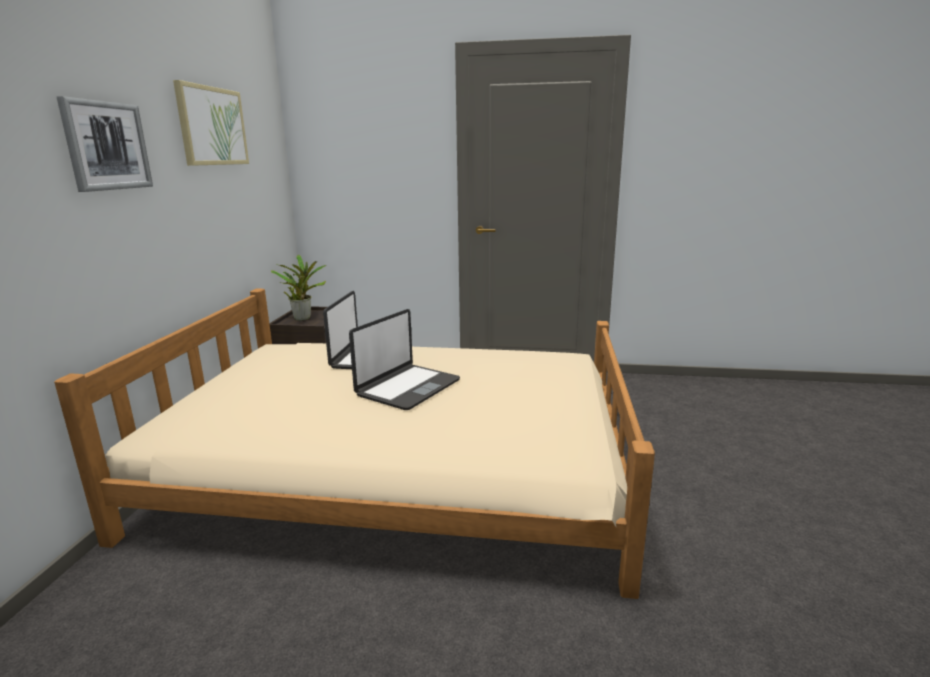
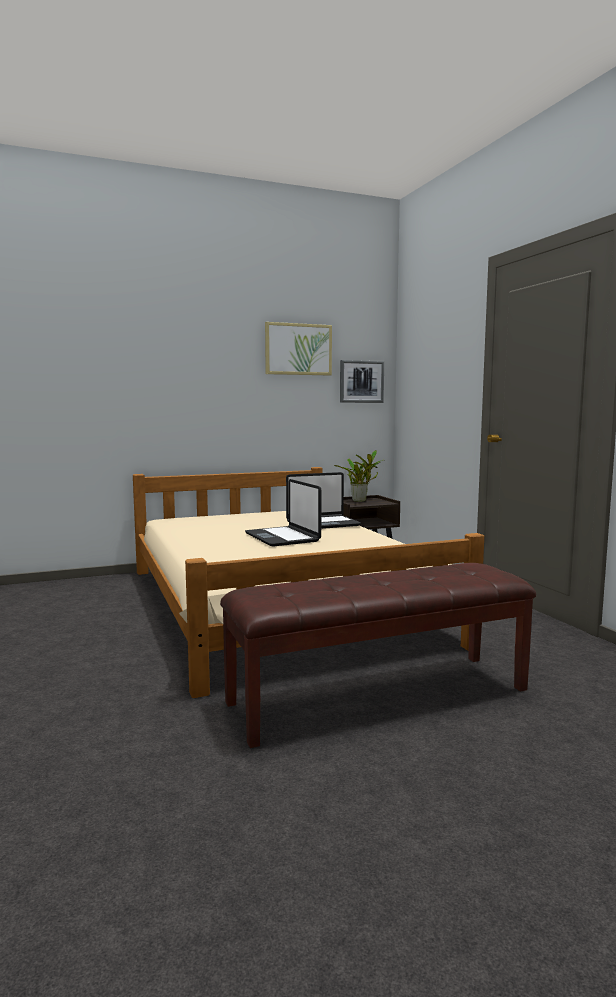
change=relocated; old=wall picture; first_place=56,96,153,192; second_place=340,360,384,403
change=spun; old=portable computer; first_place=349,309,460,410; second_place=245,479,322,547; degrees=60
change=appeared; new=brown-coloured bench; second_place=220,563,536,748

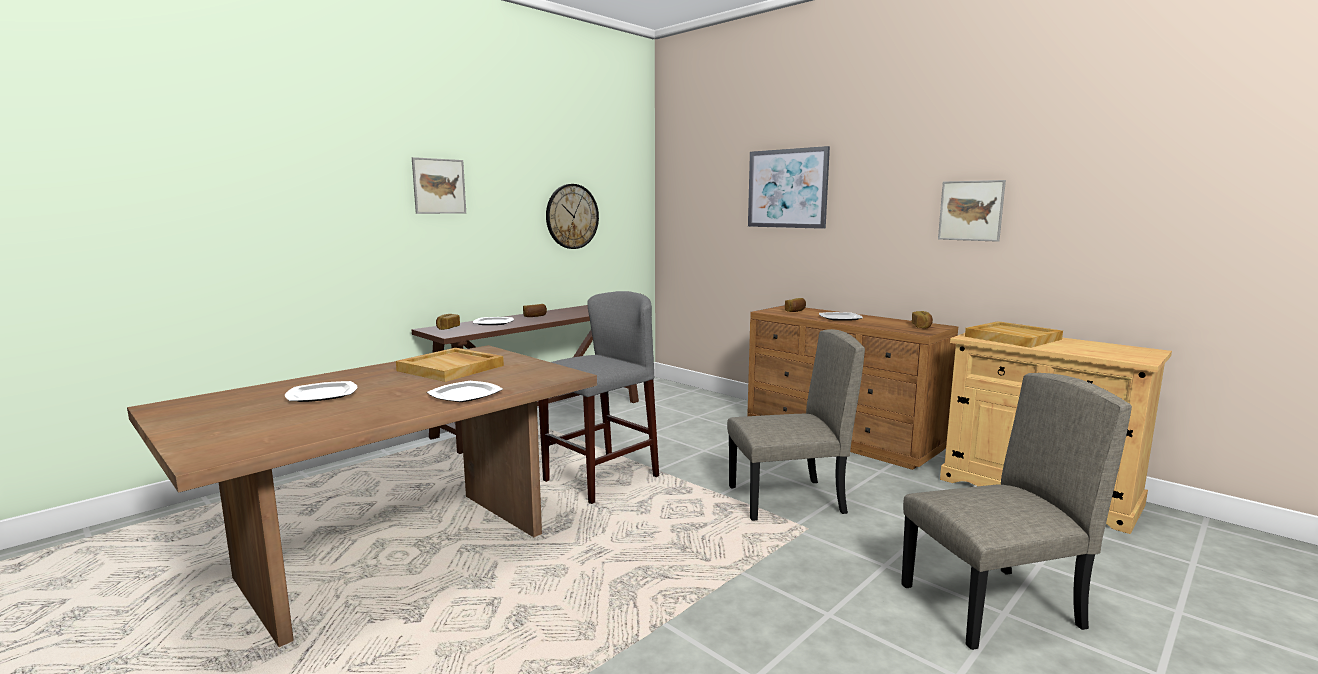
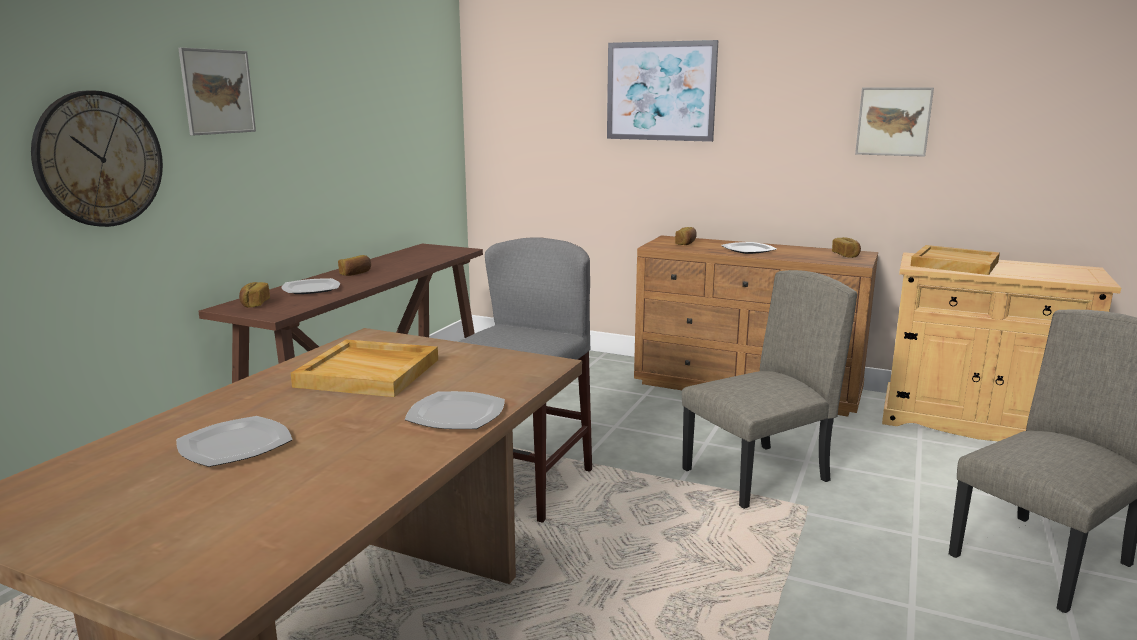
change=relocated; old=clock on the wall; first_place=546,184,599,249; second_place=31,90,163,227

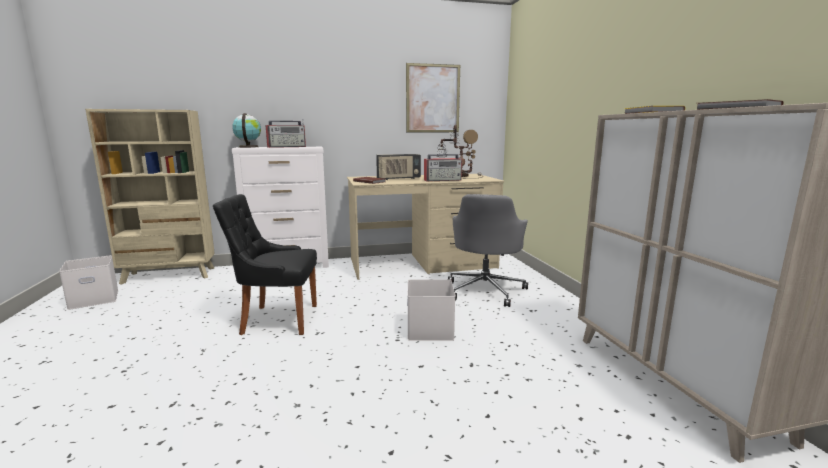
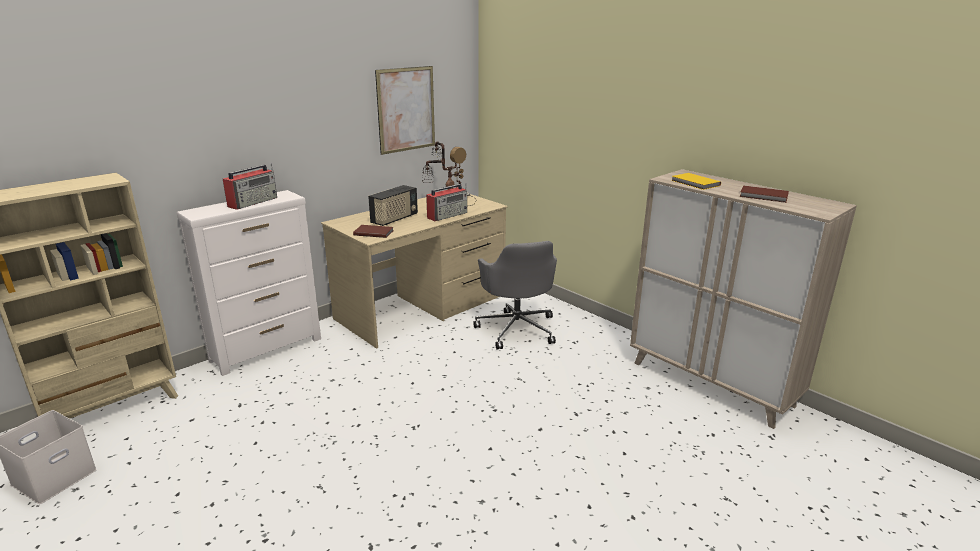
change=missing; old=black-coloured upright chair; first_place=213,194,317,335
change=missing; old=globe; first_place=232,113,261,148
change=missing; old=white-coloured storage bin; first_place=407,279,456,341

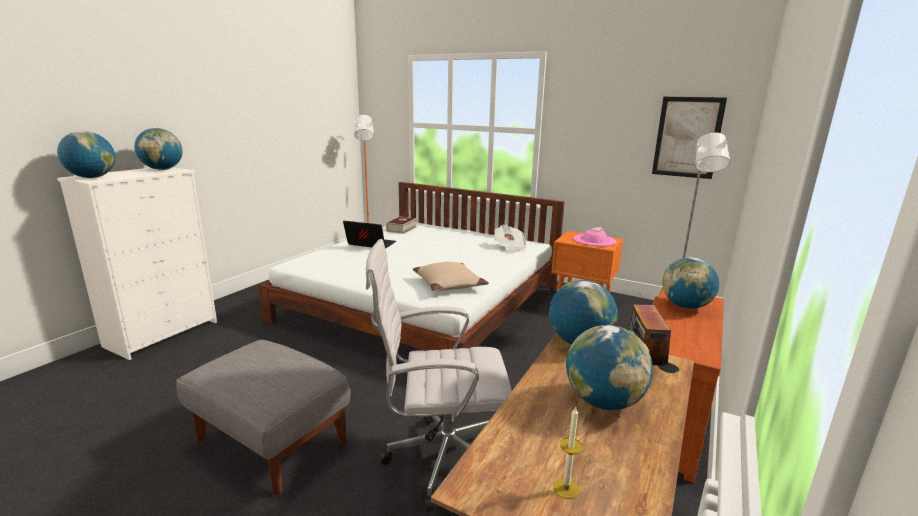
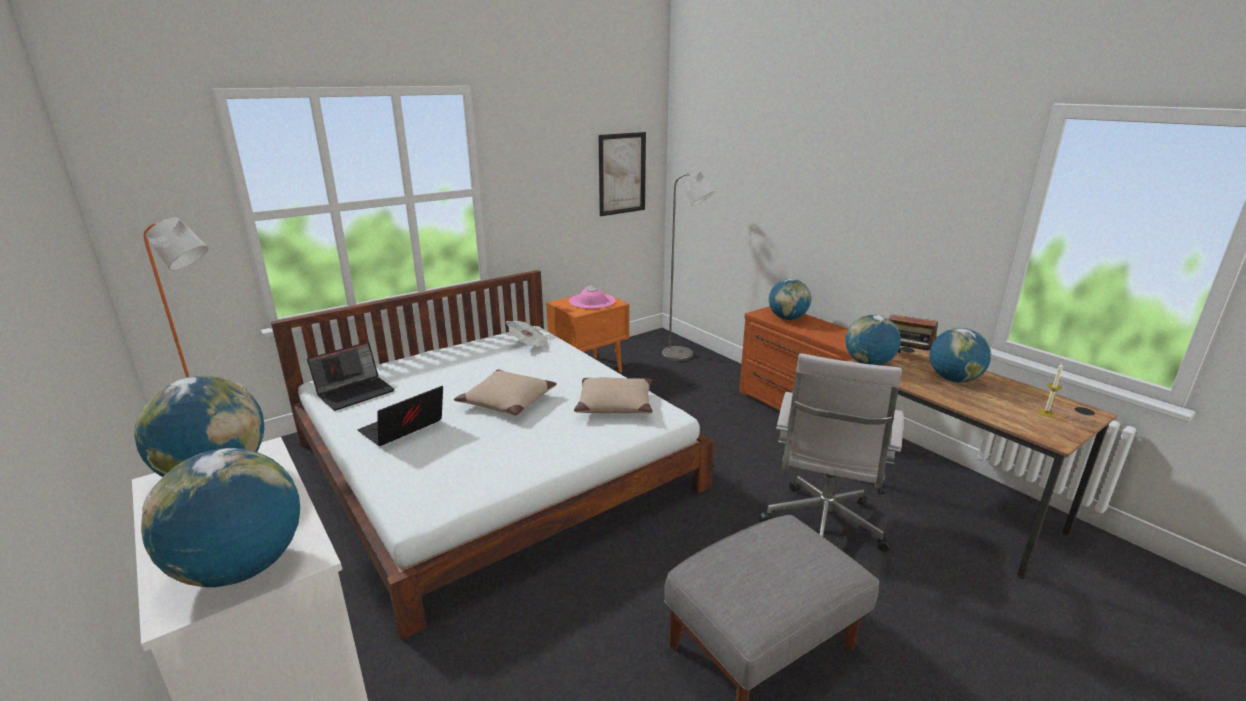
change=exchanged; old=volume; new=portable computer; first_place=386,216,417,234; second_place=307,342,395,411
change=appeared; new=sand-coloured cushion; second_place=454,369,557,416

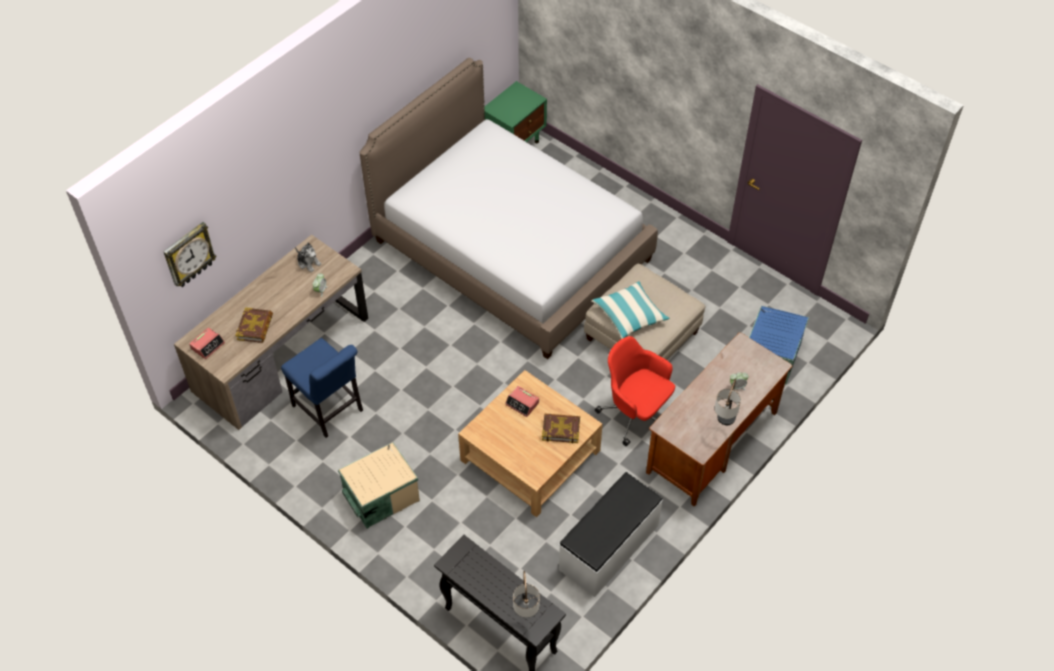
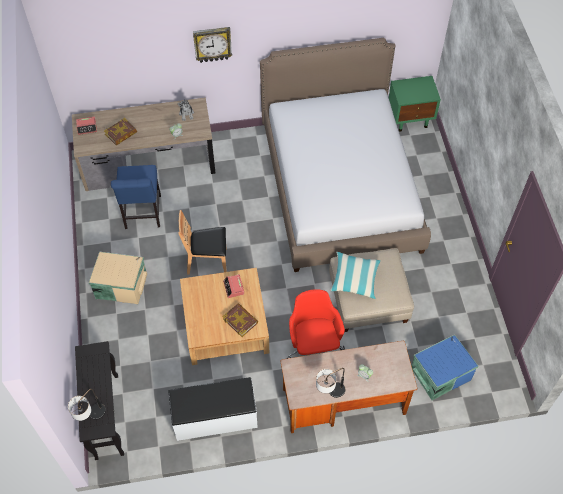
change=relocated; old=clock on the wall; first_place=163,222,217,287; second_place=193,27,232,63
change=appeared; new=brown-coloured upright chair; second_place=178,210,227,275

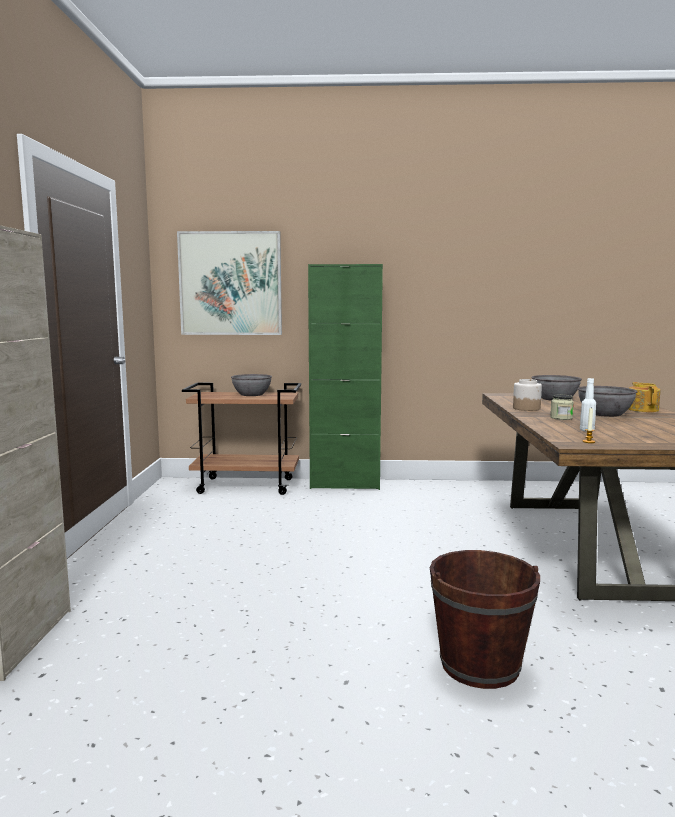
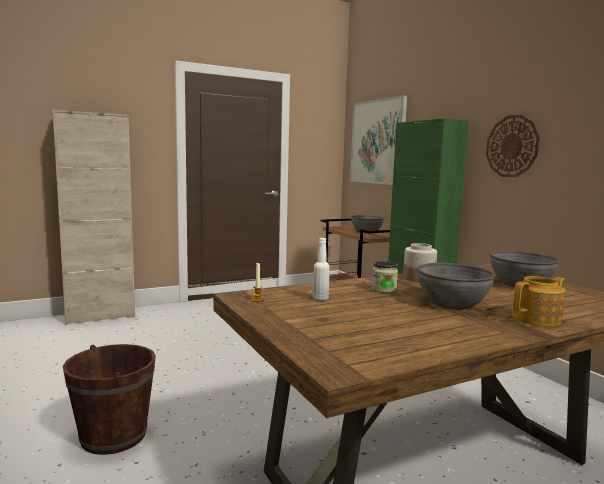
change=appeared; new=clock on the wall; second_place=486,115,540,177

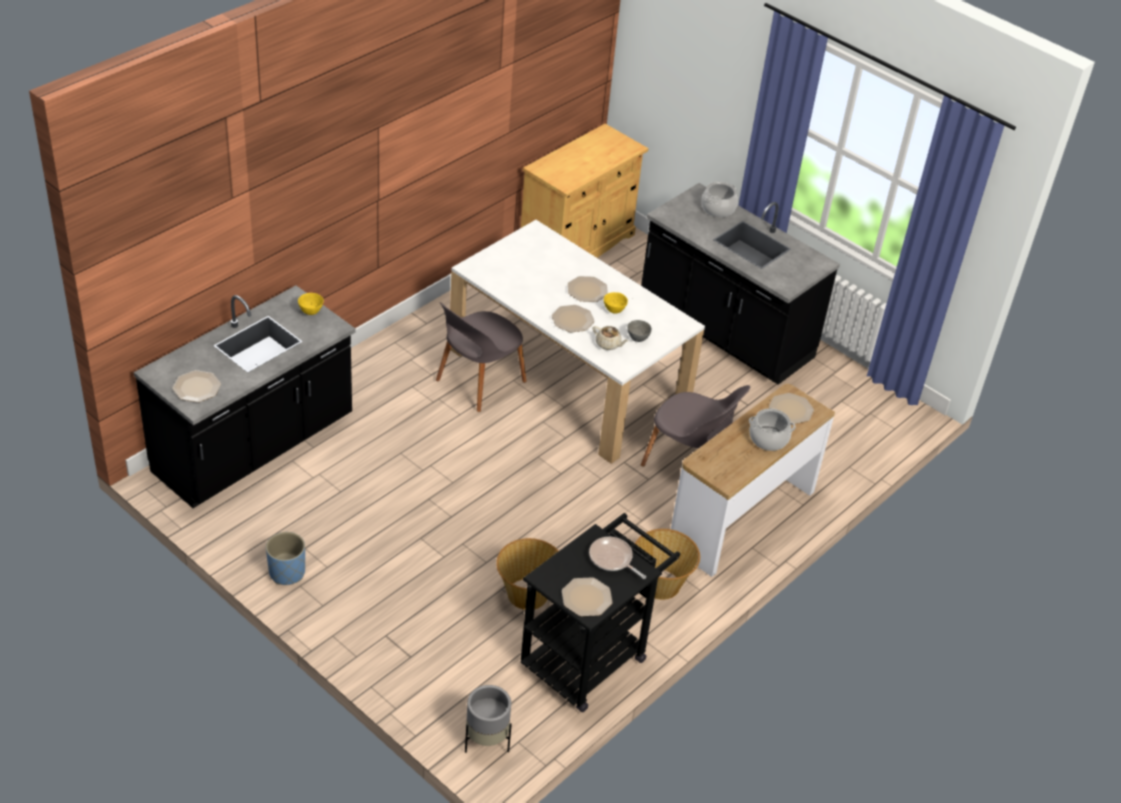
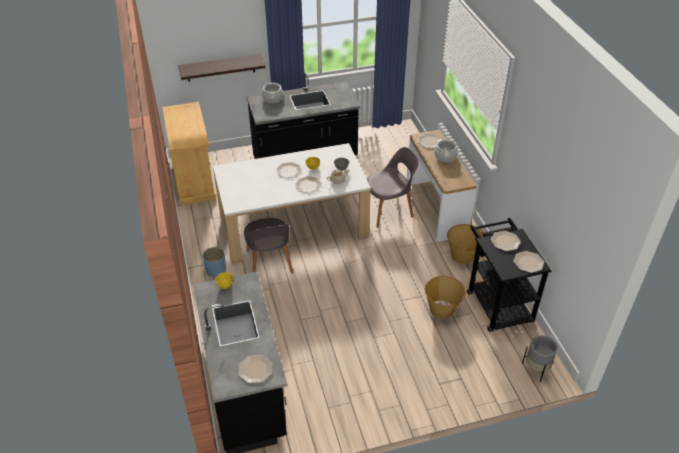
change=relocated; old=blue-coloured flower pot; first_place=266,532,305,585; second_place=202,247,226,277
change=exchanged; old=pan; new=plate; first_place=589,537,646,579; second_place=491,231,521,251
change=appeared; new=wall shelf; second_place=178,54,266,82

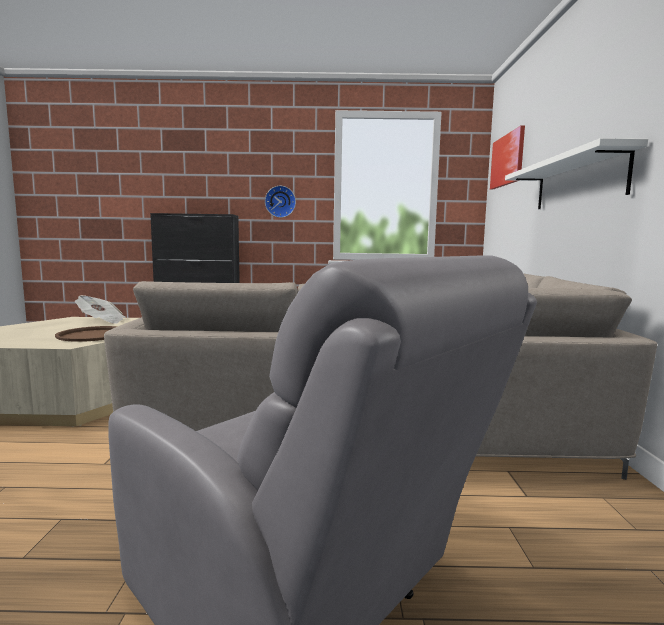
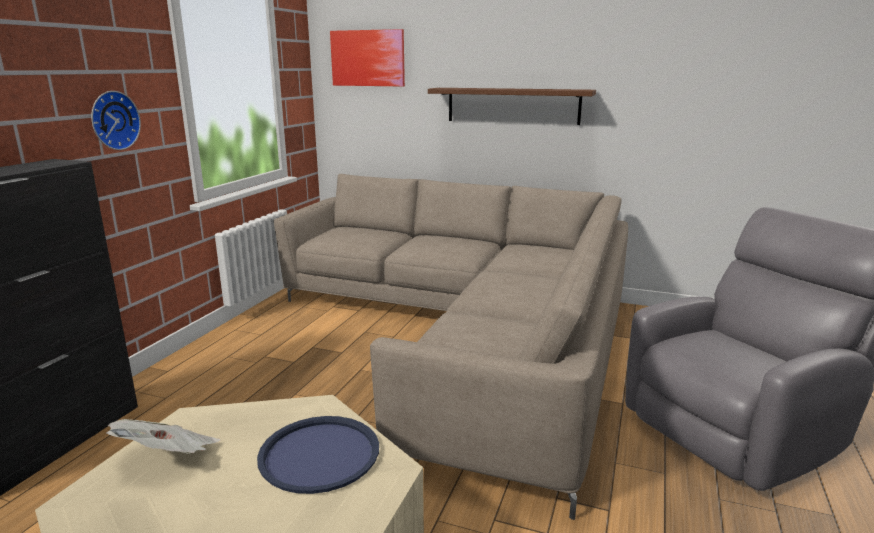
change=colour; old=brown-coloured serving tray; new=blue-coloured serving tray; first_place=55,326,118,342; second_place=257,416,379,494
change=colour; old=white-coloured wall shelf; new=brown-coloured wall shelf; first_place=505,138,648,209; second_place=428,88,596,125

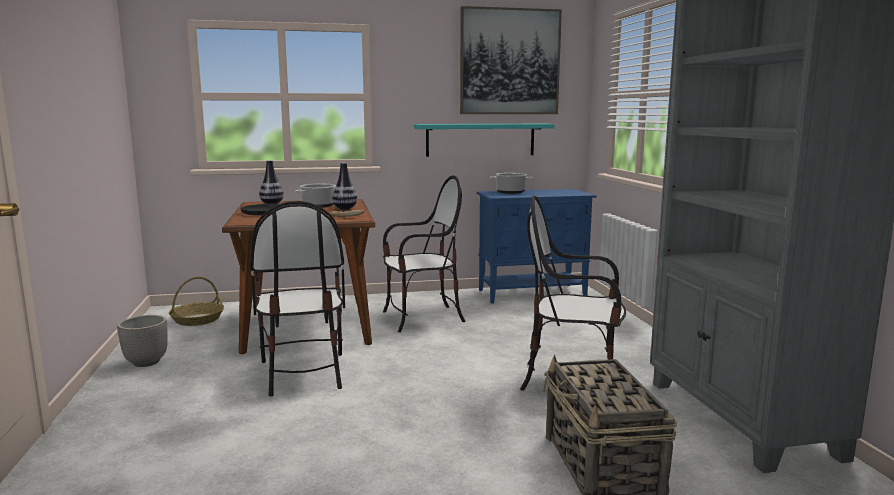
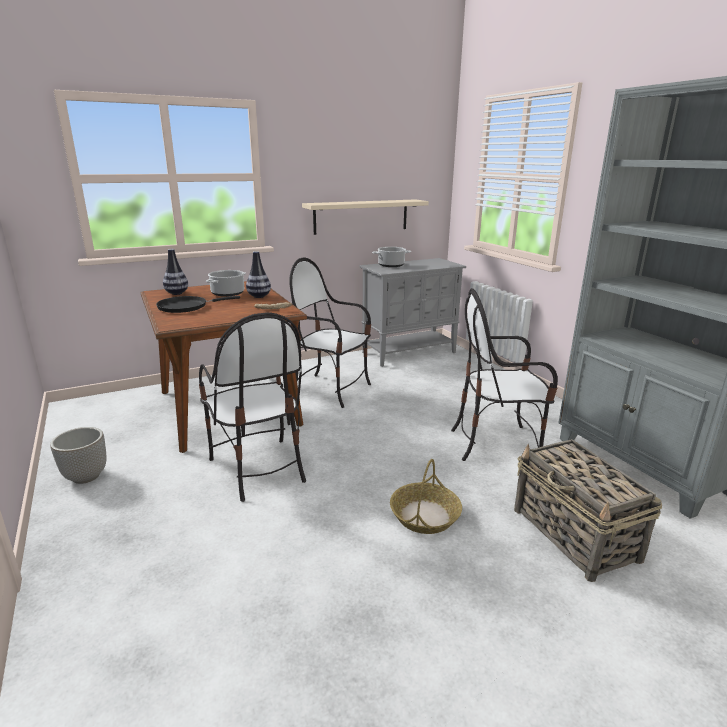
change=relocated; old=storage basket; first_place=169,276,224,326; second_place=390,459,462,534
change=spun; old=upright chair; first_place=383,175,466,332; second_place=289,257,371,408; degrees=-120
change=colour; old=blue-green wall shelf; new=sand-coloured wall shelf; first_place=414,124,555,157; second_place=302,199,429,235
change=missing; old=wall picture; first_place=460,6,562,114
change=colour; old=blue-coloured cabinet; new=grey cabinet; first_place=476,189,596,304; second_place=359,258,466,367

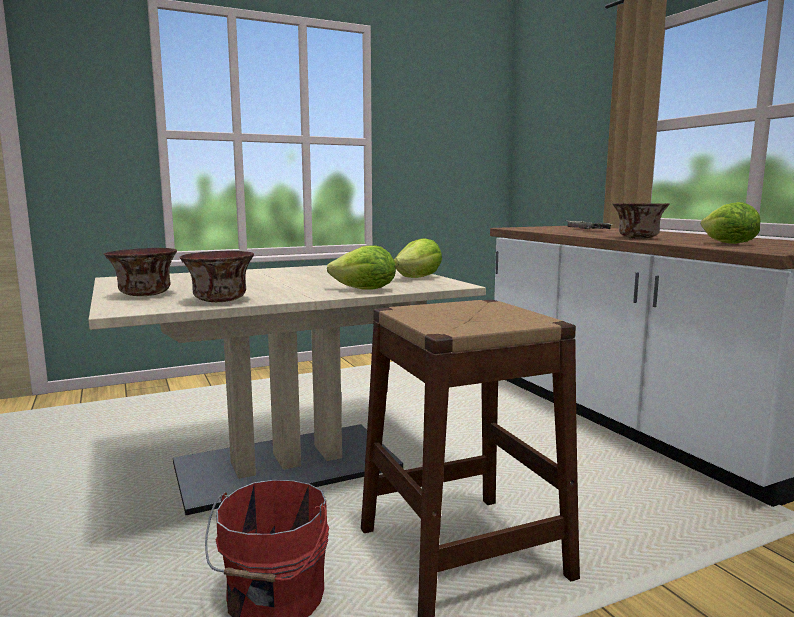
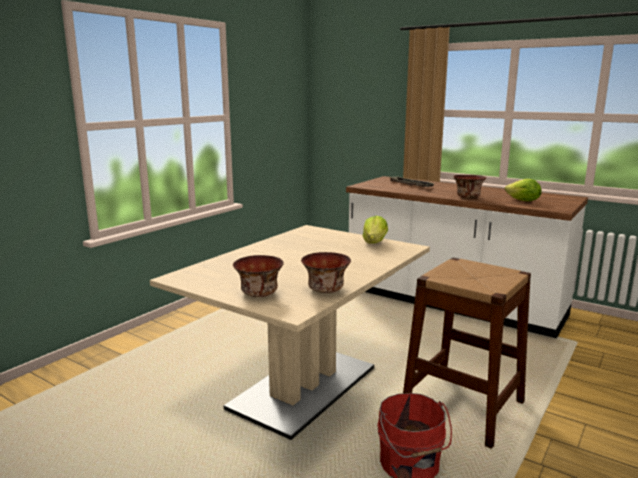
change=missing; old=head of lettuce; first_place=327,245,396,289

